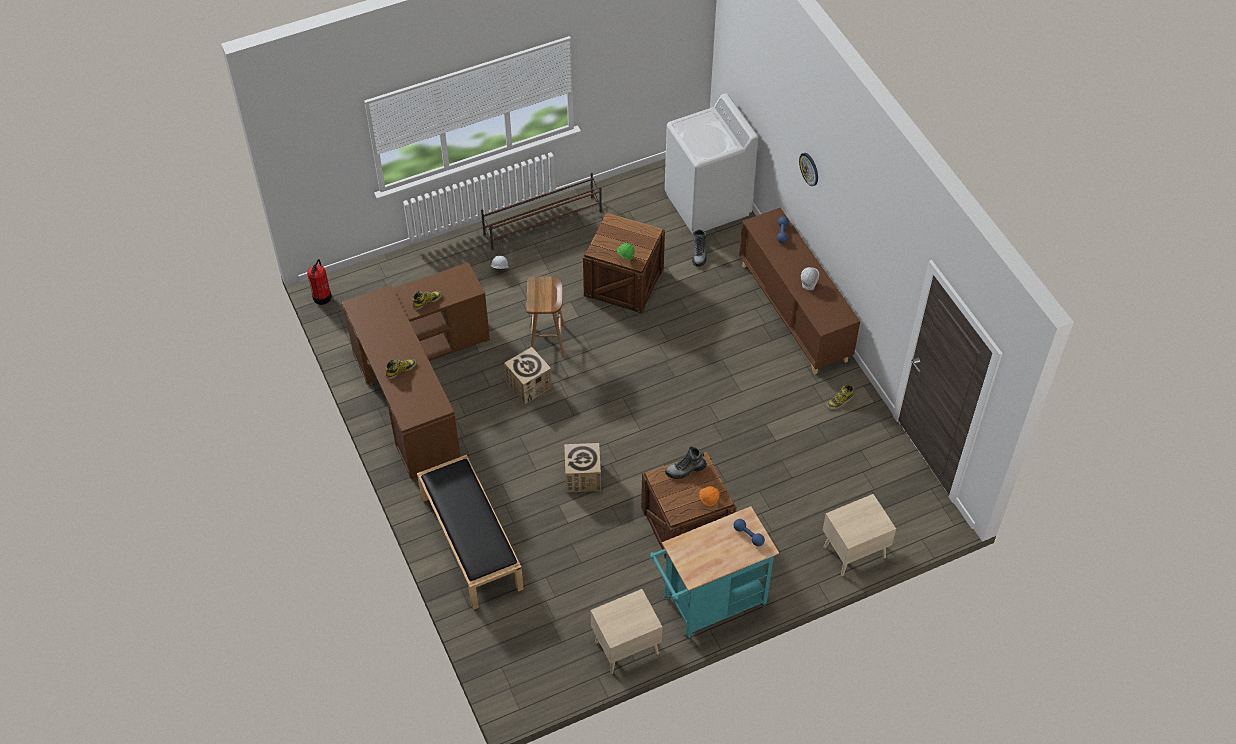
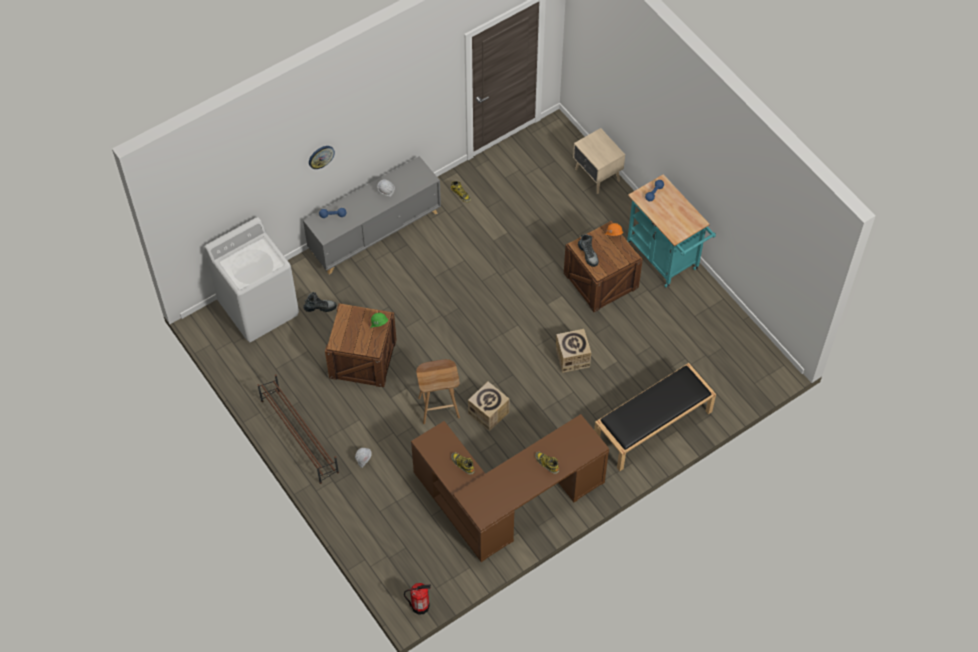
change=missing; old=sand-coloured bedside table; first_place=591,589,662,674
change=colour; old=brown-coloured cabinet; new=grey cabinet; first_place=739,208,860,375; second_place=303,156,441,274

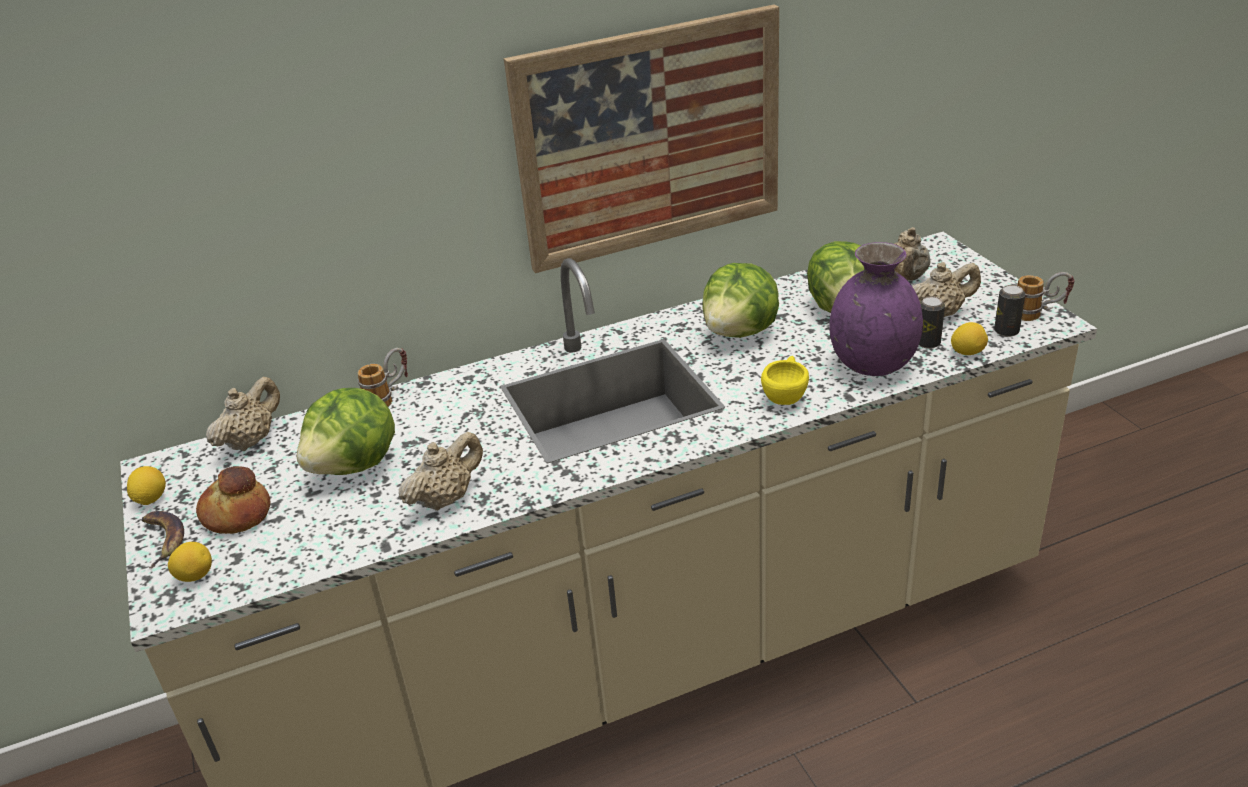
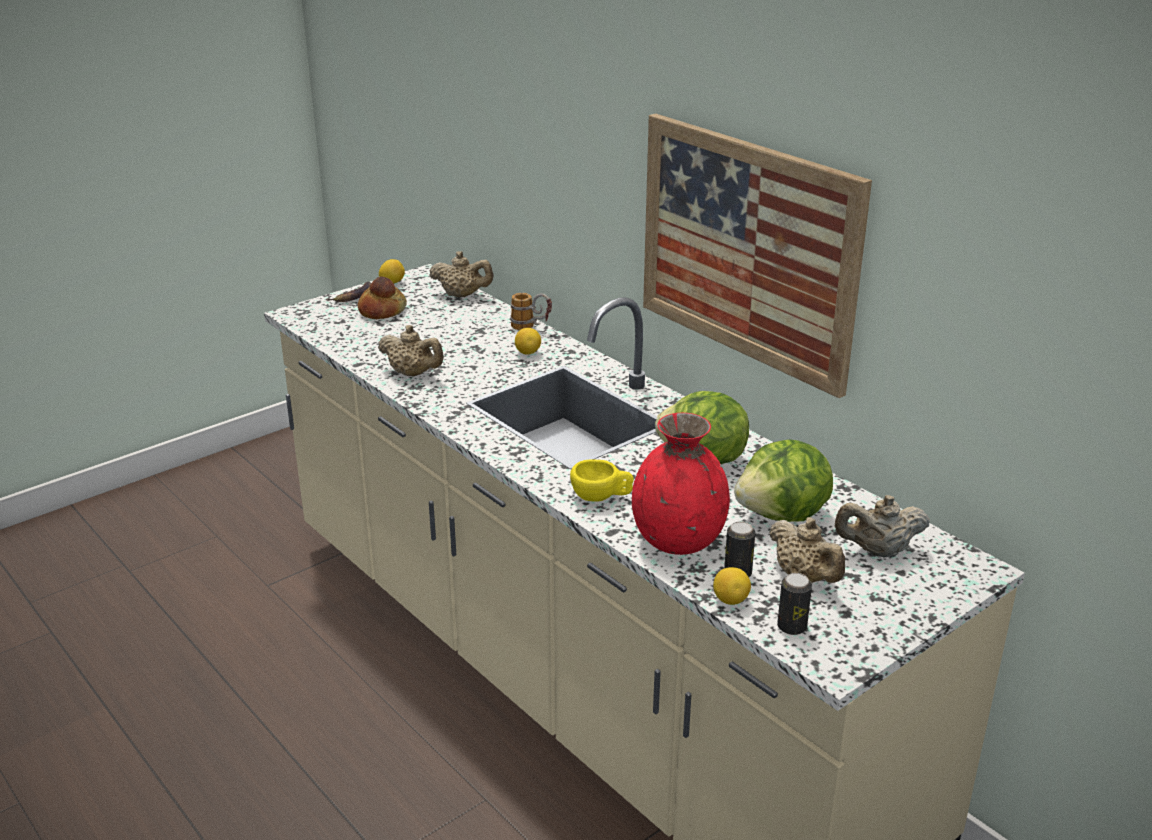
change=relocated; old=lemon; first_place=168,542,212,582; second_place=515,328,541,355
change=missing; old=head of lettuce; first_place=297,388,395,475
change=colour; old=purplish decorative vase; new=red decorative vase; first_place=830,242,923,376; second_place=632,413,730,555
change=missing; old=mug; first_place=1017,272,1075,321

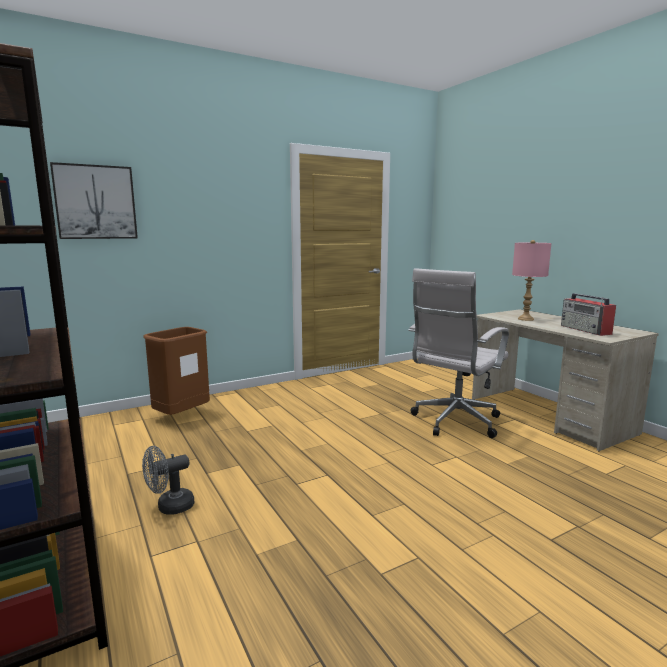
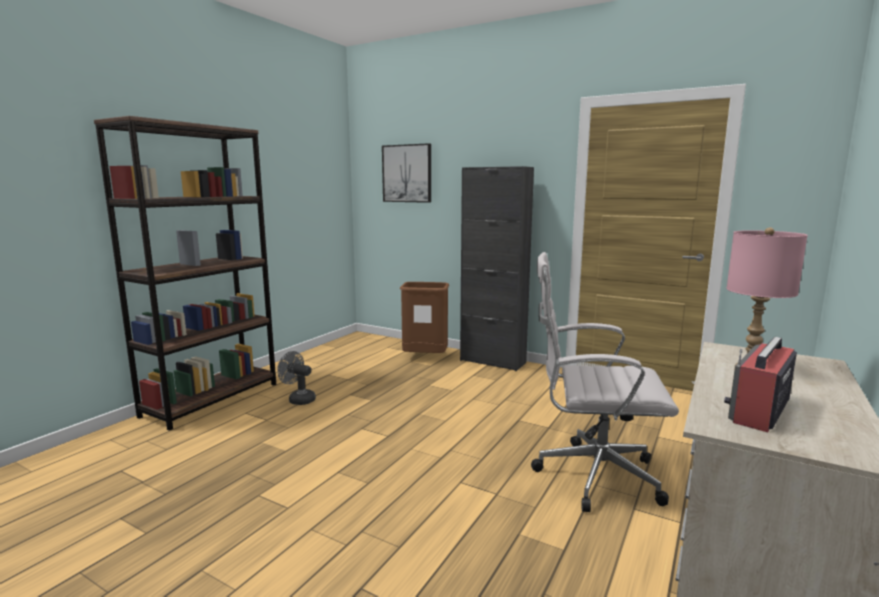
change=appeared; new=black-coloured cabinet; second_place=460,166,534,371

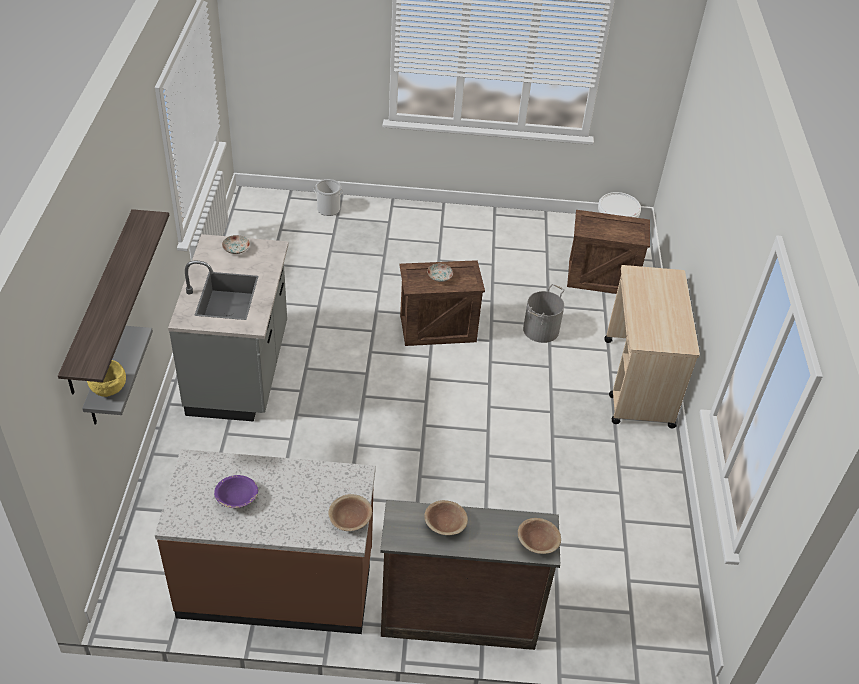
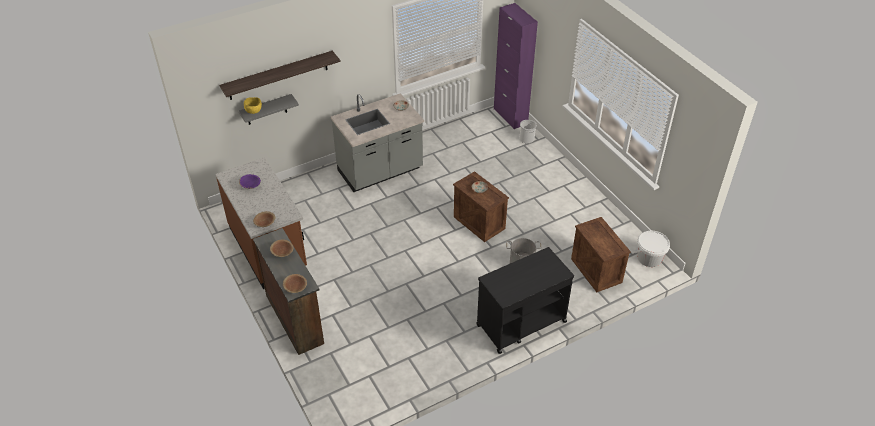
change=colour; old=sand-coloured cart; new=black-coloured cart; first_place=604,265,700,428; second_place=477,247,574,354
change=appeared; new=purplish cabinet; second_place=494,3,538,129

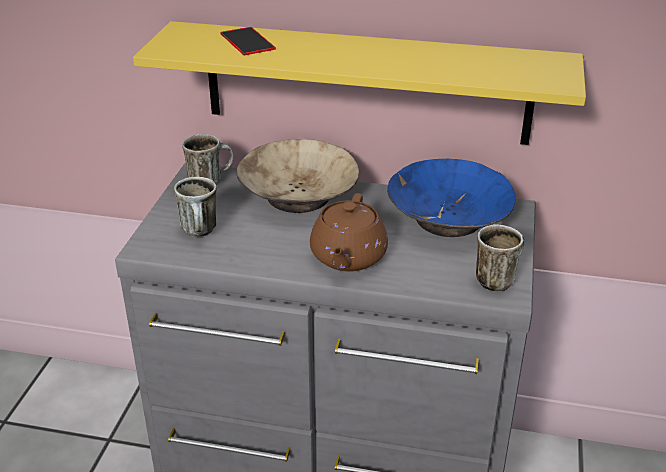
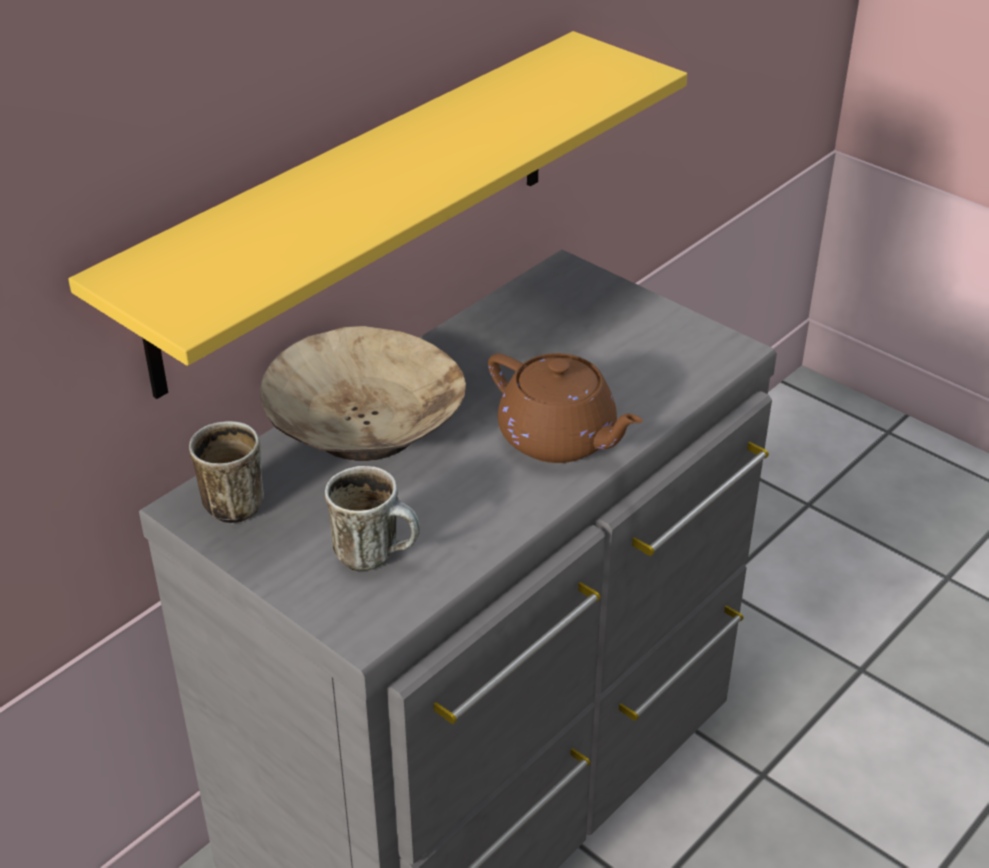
change=missing; old=phone; first_place=220,27,276,55
change=missing; old=blue-coloured bowl; first_place=387,159,516,237
change=missing; old=mug; first_place=476,225,524,291

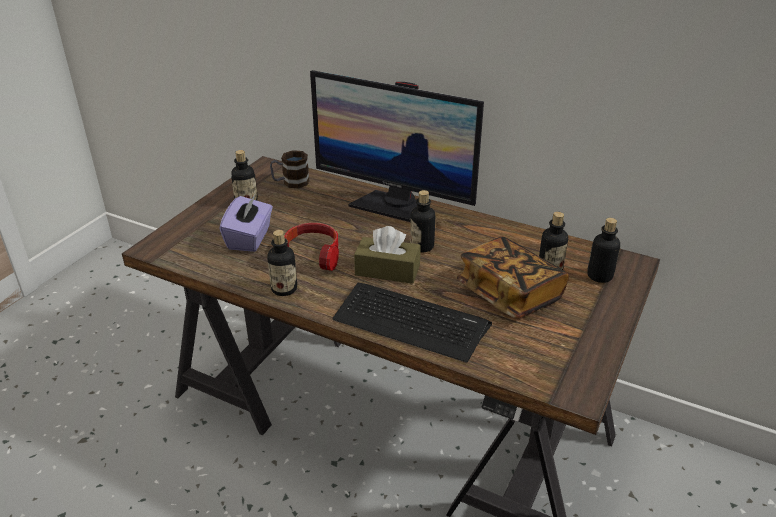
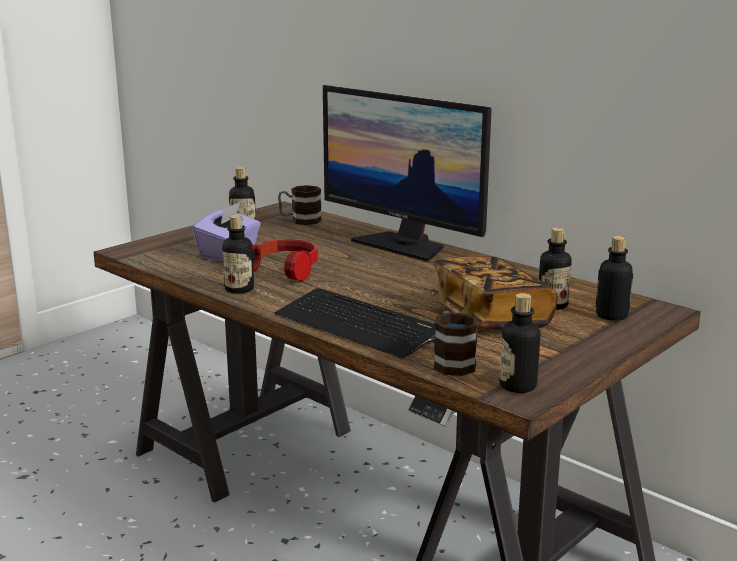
change=missing; old=brown-coloured tissue box; first_place=354,226,420,284
change=relocated; old=bottle; first_place=410,190,435,253; second_place=500,293,541,393
change=appeared; new=mug; second_place=434,311,478,376

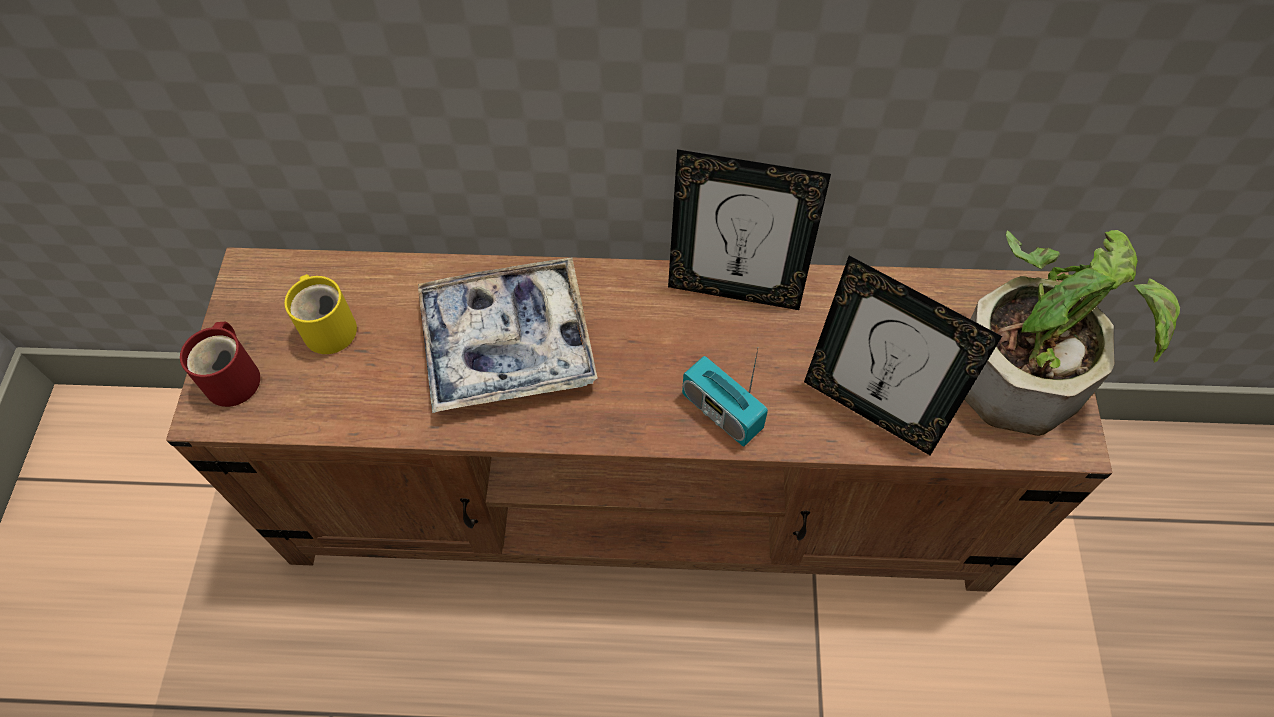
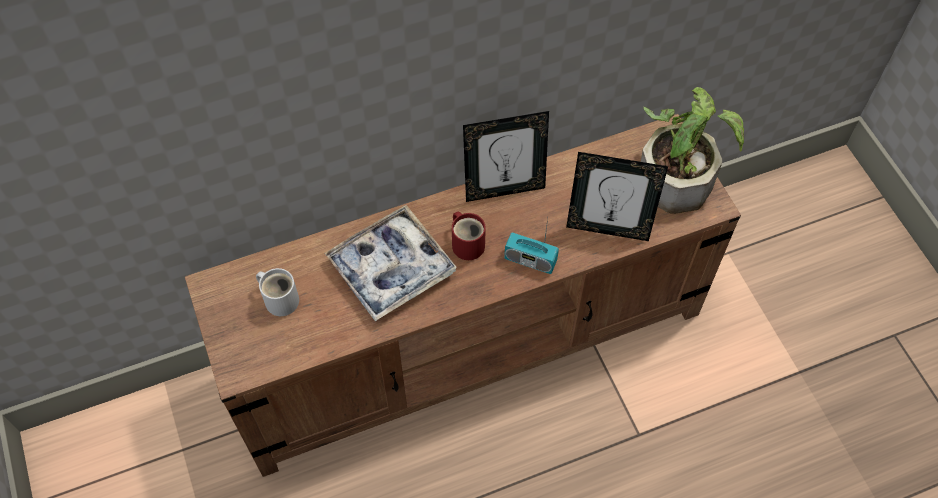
change=relocated; old=red mug; first_place=180,322,260,407; second_place=452,212,486,260
change=colour; old=yellow mug; new=white-coloured mug; first_place=284,274,357,354; second_place=256,268,299,316

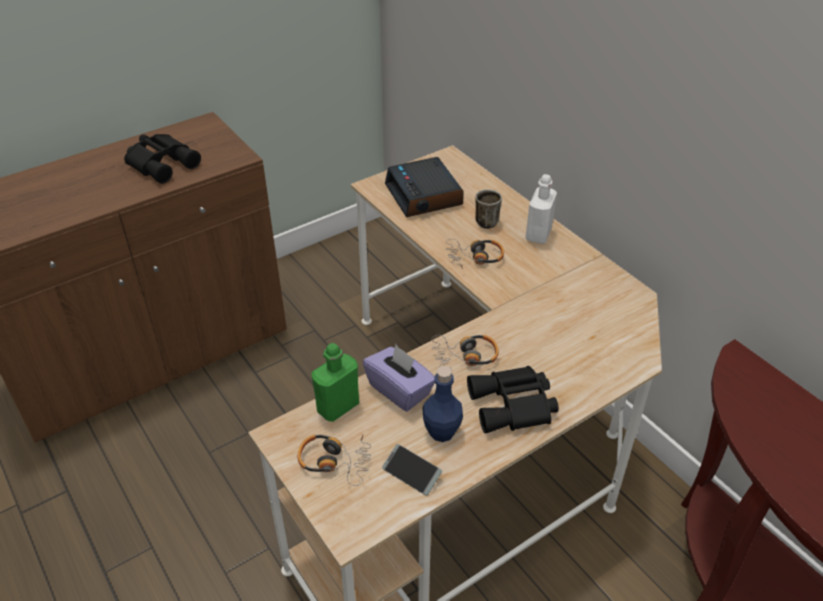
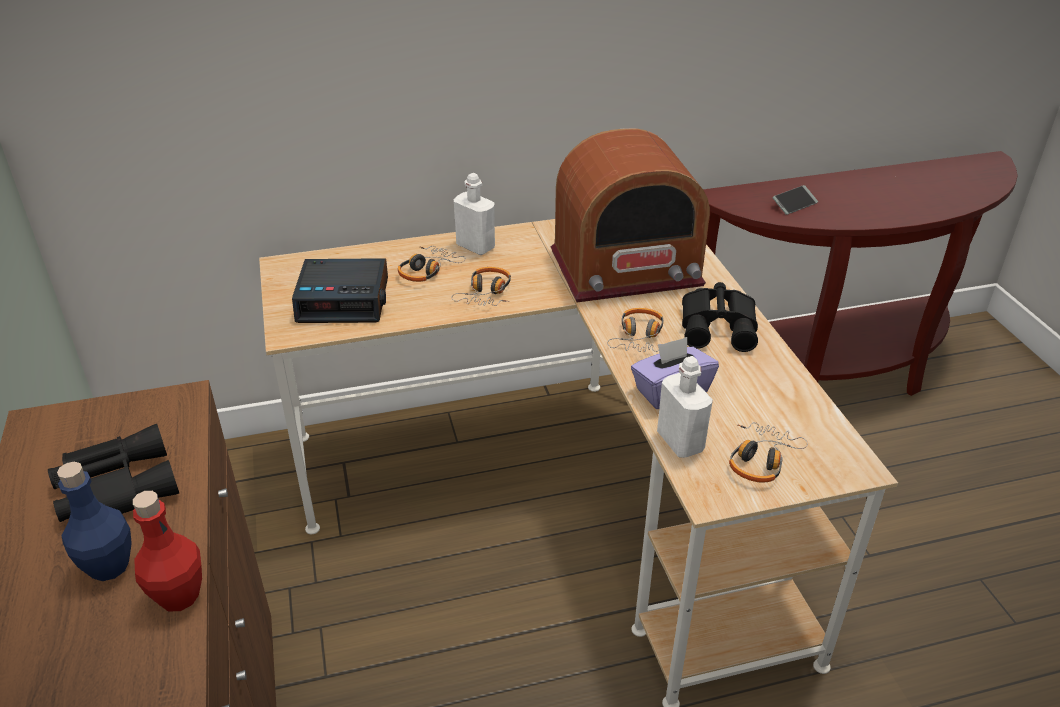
change=colour; old=greenish bottle; new=white-coloured bottle; first_place=311,343,359,422; second_place=657,356,713,458
change=relocated; old=phone; first_place=382,444,442,496; second_place=773,185,818,215
change=relocated; old=blue-coloured bottle; first_place=423,366,463,442; second_place=57,462,132,581
change=exchanged; old=mug; new=headphones; first_place=475,189,502,229; second_place=398,246,466,282
change=appeared; new=red bottle; second_place=133,491,202,611
change=appeared; new=radio; second_place=551,128,710,302

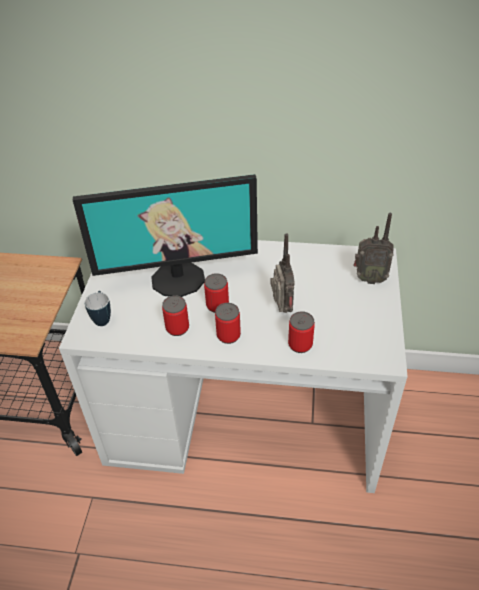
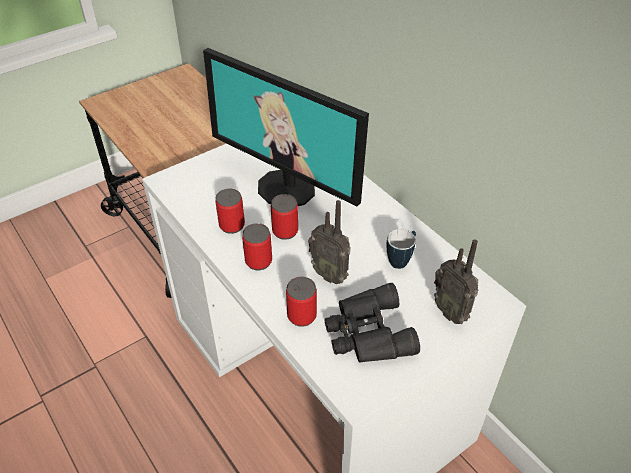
change=relocated; old=mug; first_place=84,291,111,326; second_place=387,229,416,269
change=spun; old=radio; first_place=271,233,295,313; second_place=308,200,350,284; degrees=90
change=appeared; new=black-coloured binoculars; second_place=324,283,420,363

